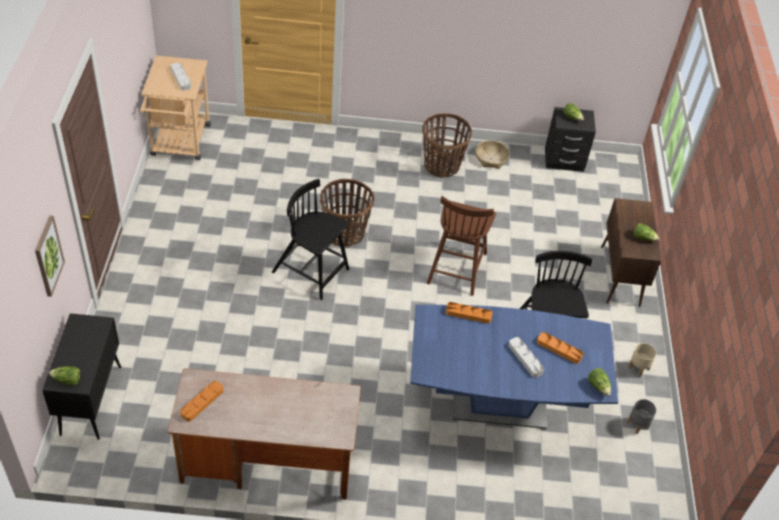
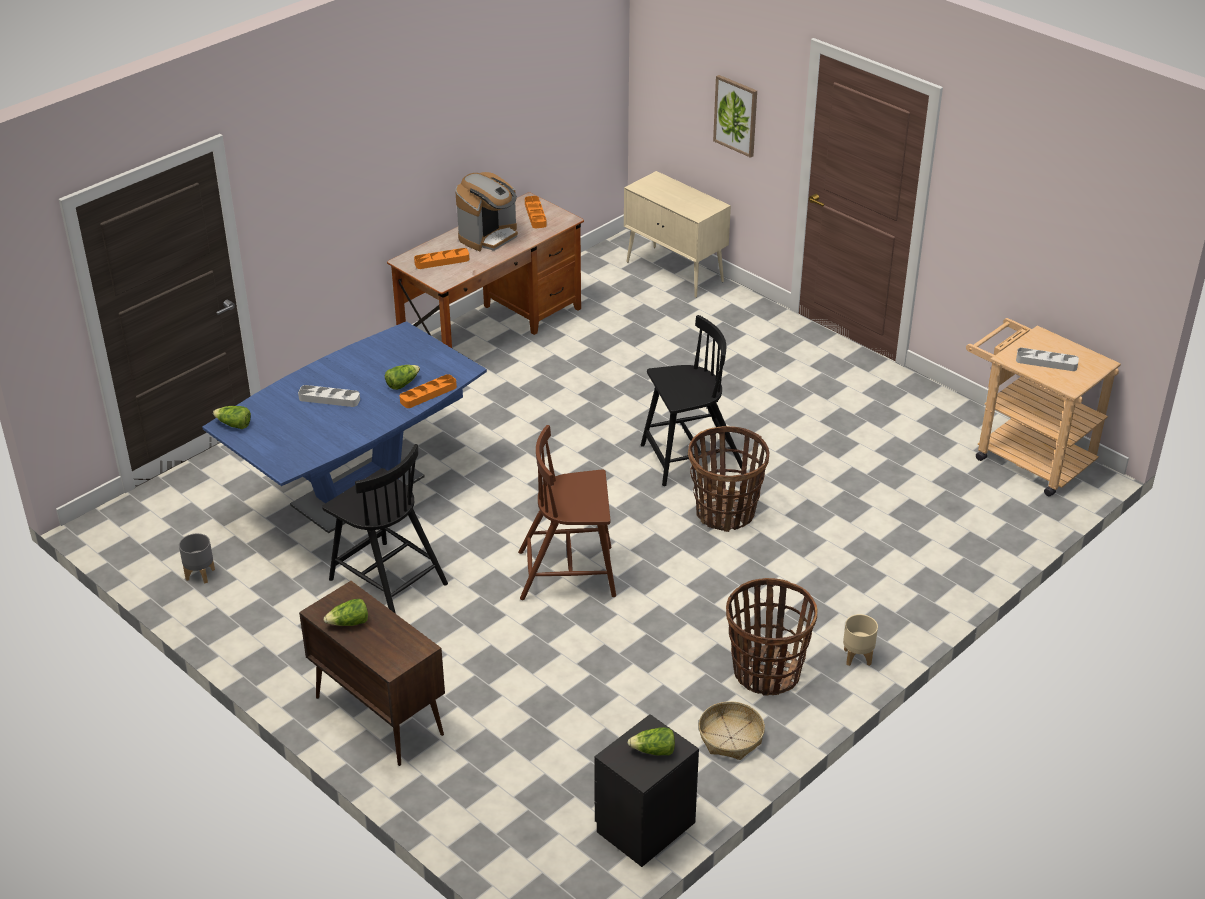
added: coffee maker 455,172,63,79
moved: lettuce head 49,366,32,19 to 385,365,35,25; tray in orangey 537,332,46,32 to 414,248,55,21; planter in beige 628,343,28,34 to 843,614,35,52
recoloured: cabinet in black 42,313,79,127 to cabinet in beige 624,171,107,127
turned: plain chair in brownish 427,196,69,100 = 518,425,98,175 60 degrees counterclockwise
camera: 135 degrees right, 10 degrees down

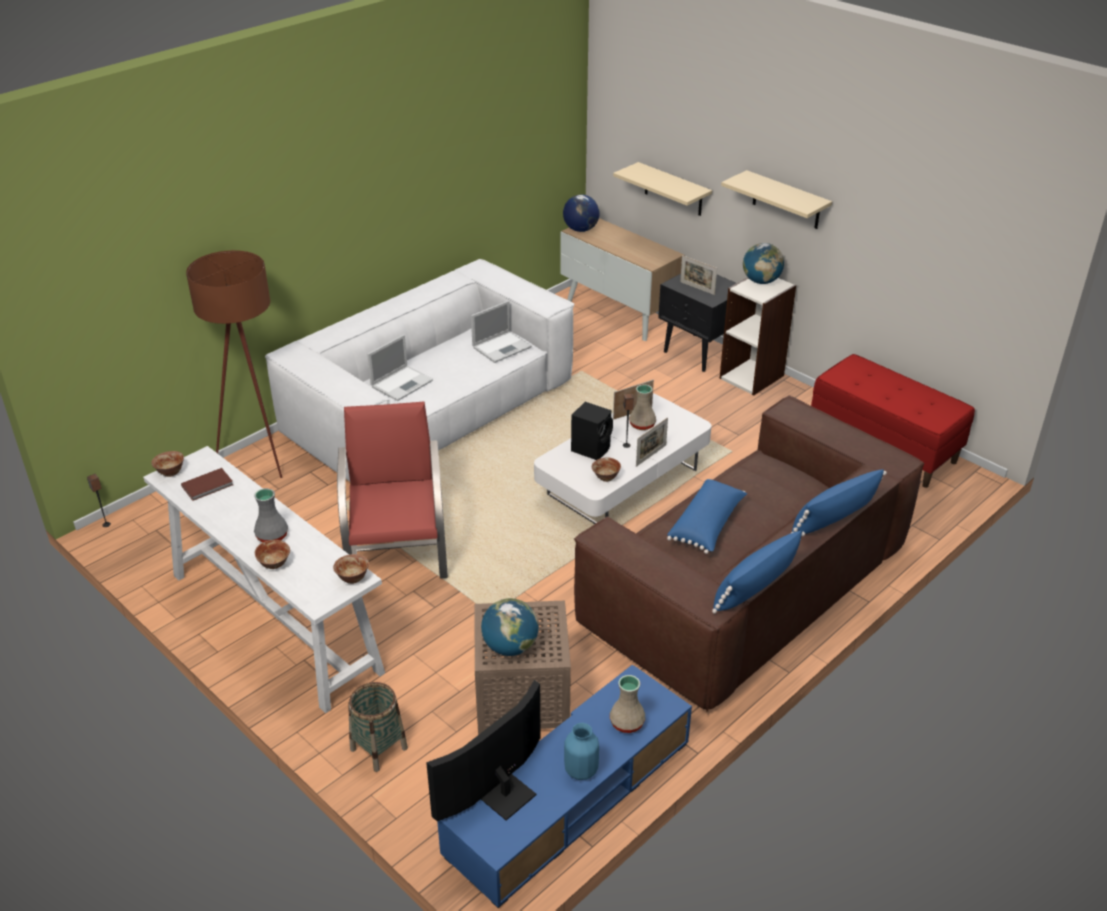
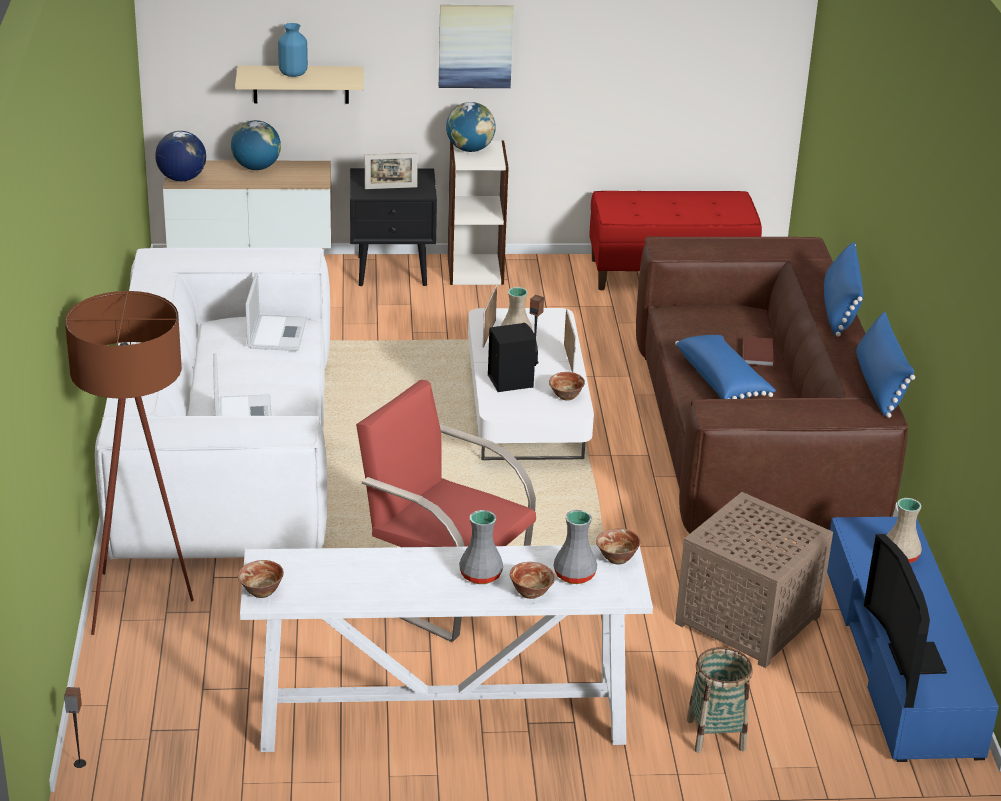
added: decorative vase in grey 554,510,43,74
moved: globe 481,598,57,58 to 231,120,50,50; decorative vase in blue-coloured 564,723,35,57 to 278,23,30,54; bound book in brownish 181,468,52,33 to 742,336,32,31
replaced: wall shelf in beige 721,170,111,59 to wall art 439,5,75,83
camera: 50 degrees left, 5 degrees down

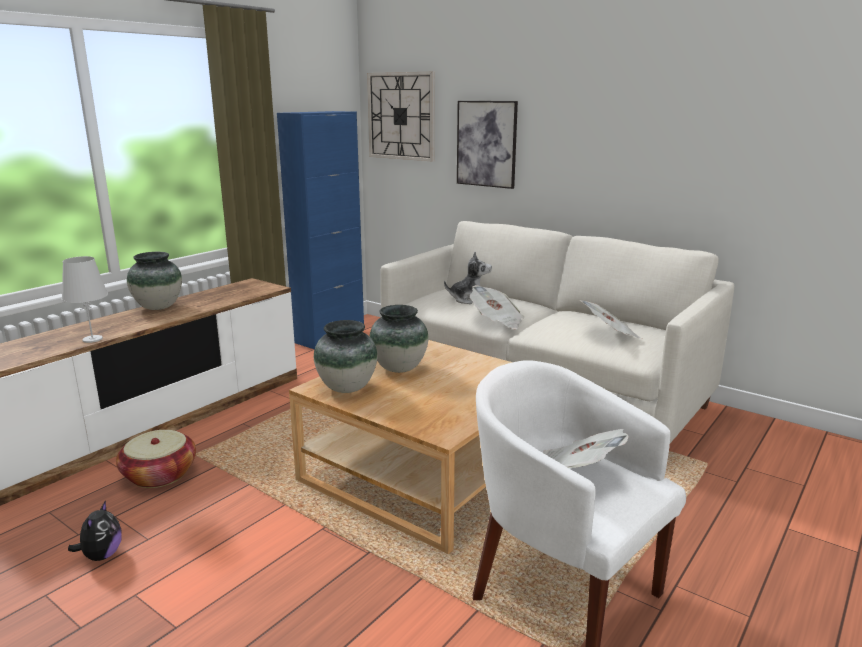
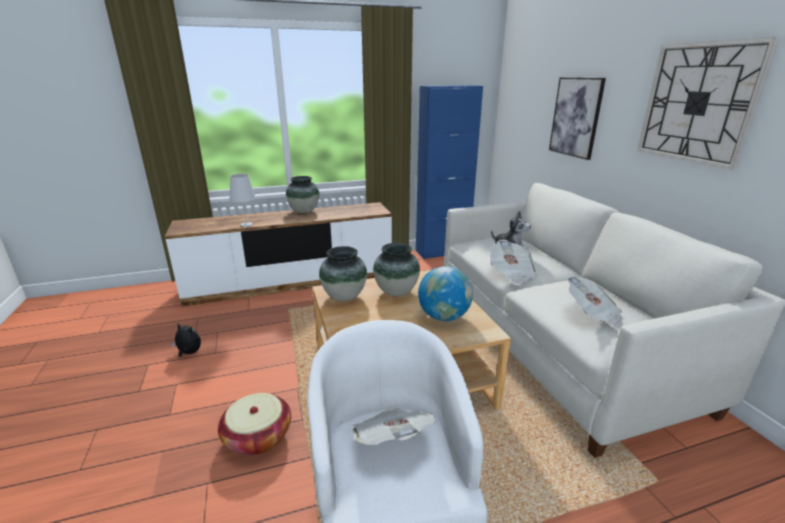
added: globe 418,266,55,55
moved: basket 116,430,80,58 to 218,393,73,63; clock on the wall 367,72,68,89 to 637,37,143,133
turned: plush toy 68,500,54,61 = 171,323,30,34 105 degrees counterclockwise
camera: 35 degrees right, 5 degrees up

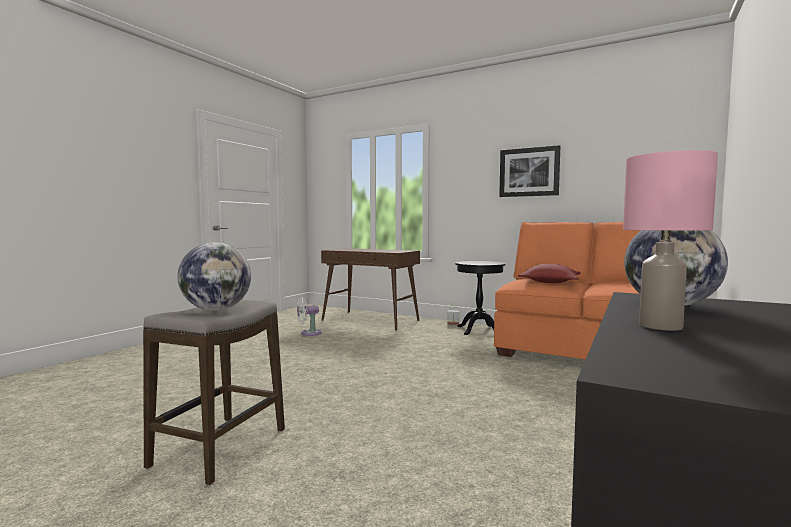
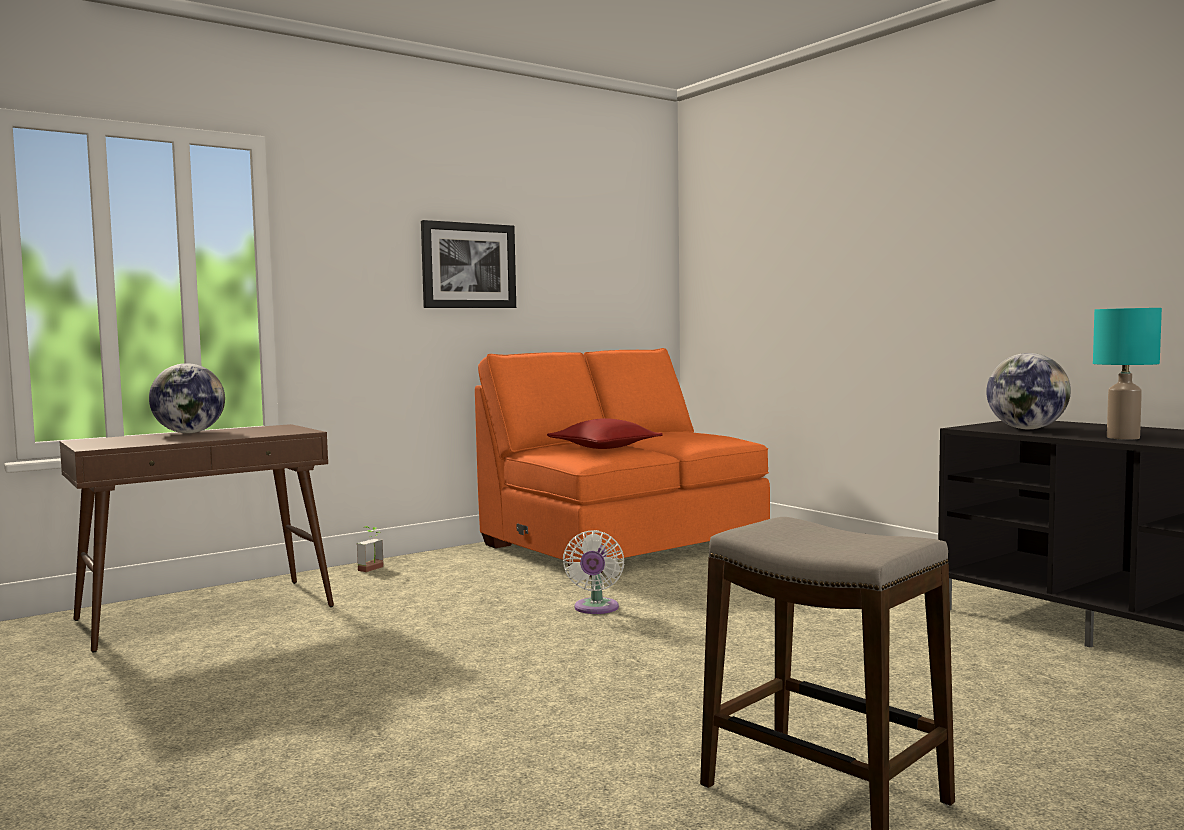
removed: side table in black 455,261,51,74
moved: globe 178,242,73,69 to 149,363,76,70; cooling fan in white-coloured 297,297,24,39 to 563,530,61,84
recoloured: table lamp in pink 623,150,95,181 to table lamp in turquoise 1093,308,69,132
camera: 65 degrees left, 0 degrees up

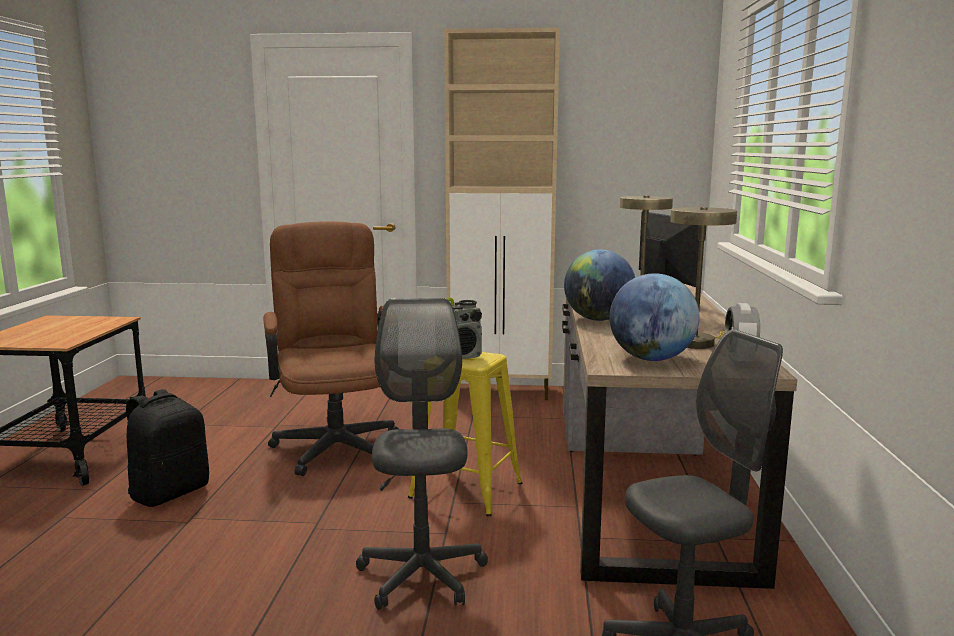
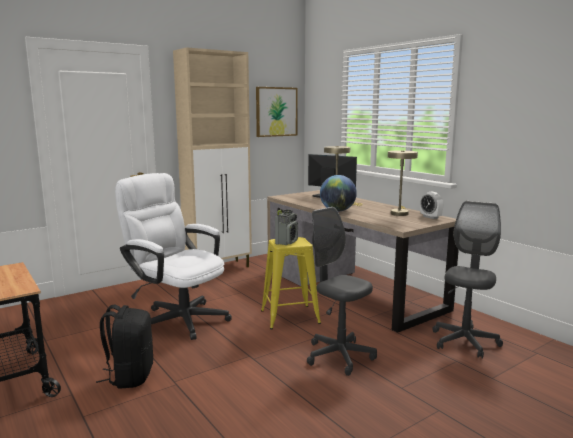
removed: globe 610,273,90,88
added: wall art 256,87,42,50
recoloured: computer chair in brownish 263,221,136,255 to computer chair in white-coloured 115,173,117,167
camera: 40 degrees left, 0 degrees up

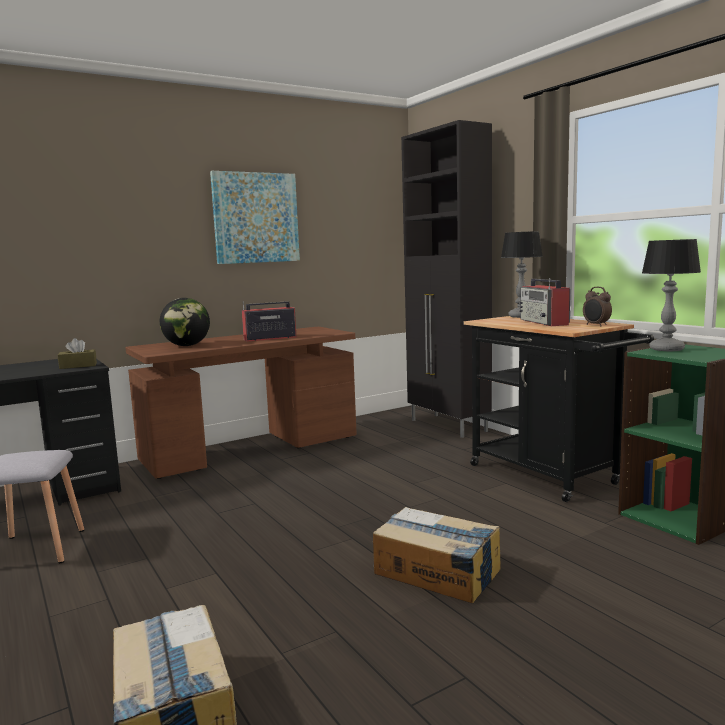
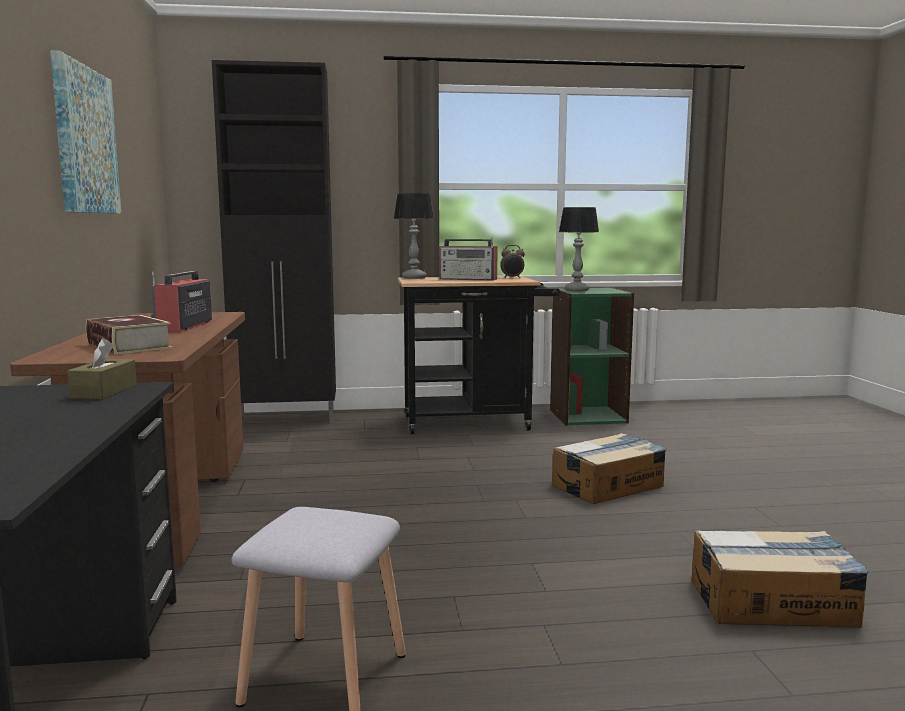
replaced: globe 160,298,50,48 to bound book 86,315,87,40
camera: 65 degrees left, 0 degrees up

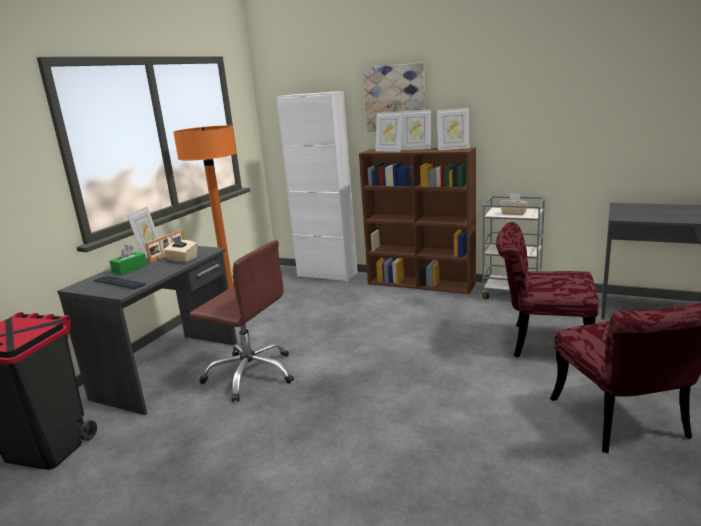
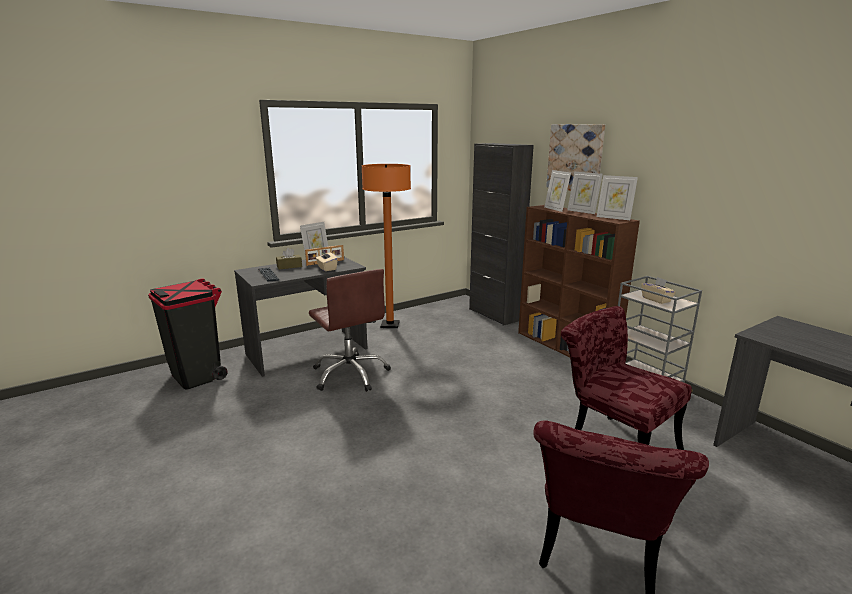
recoloured: tissue holder in greenish 109,245,38,30 to tissue holder in brownish 276,248,26,21; cabinet in white-coloured 276,91,82,191 to cabinet in black 469,143,65,183
camera: 30 degrees right, 0 degrees up

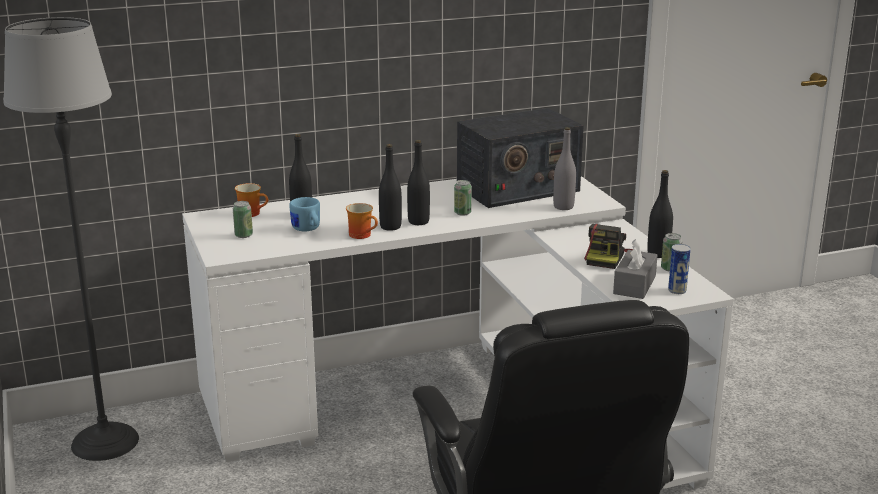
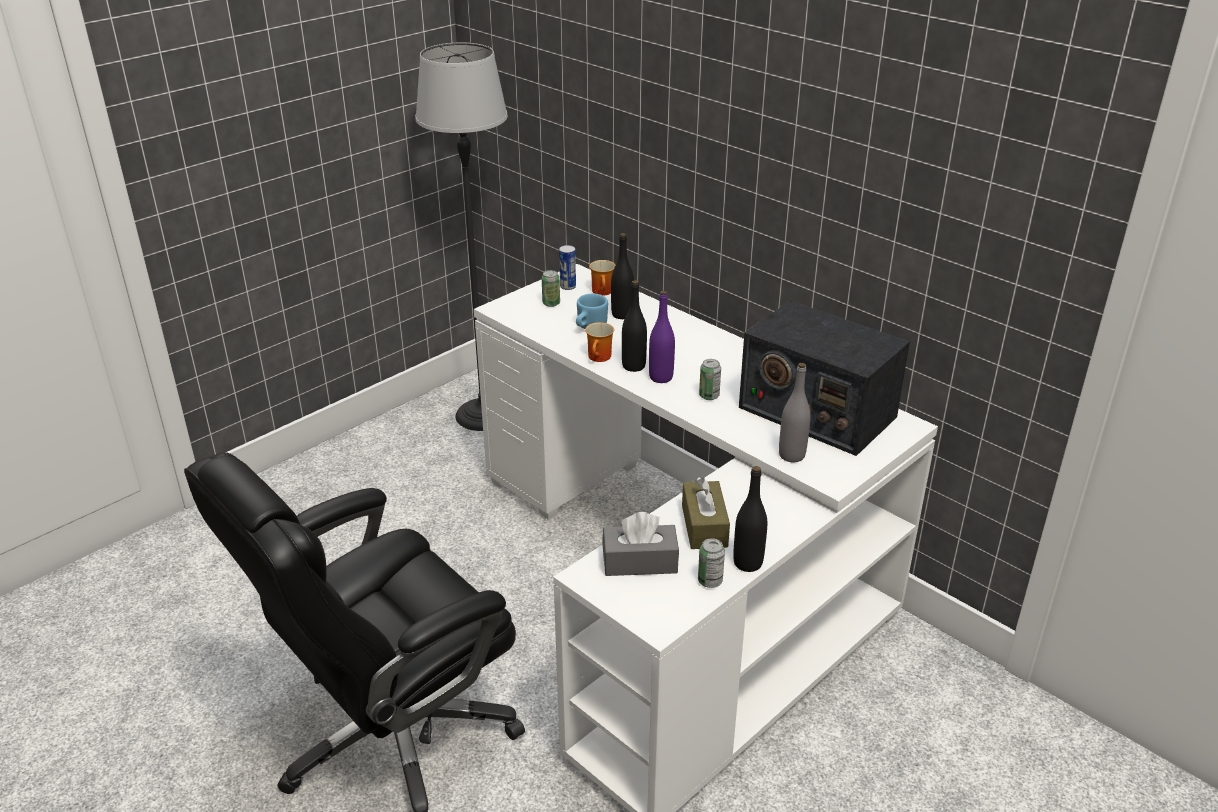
moved: sealed can 668,244,23,50 to 559,245,17,45
replaced: still camera 584,224,49,45 to tissue holder in brownish 682,477,48,72
recoloured: bottle in black 407,140,23,85 to bottle in purple-coloured 649,291,26,92
camera: 65 degrees right, 10 degrees up

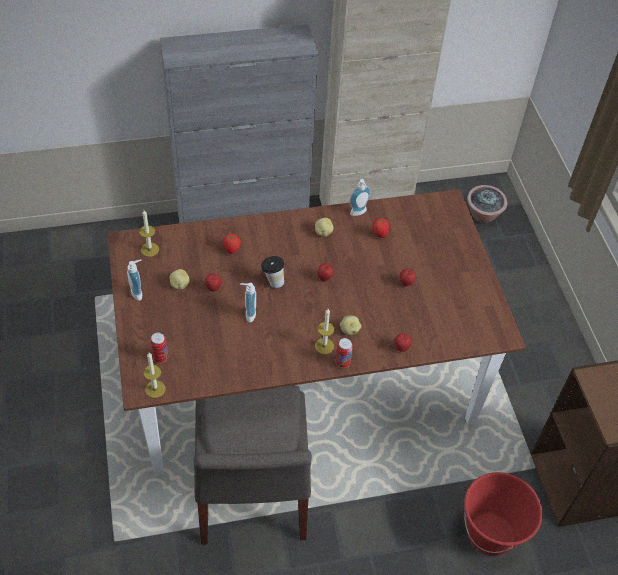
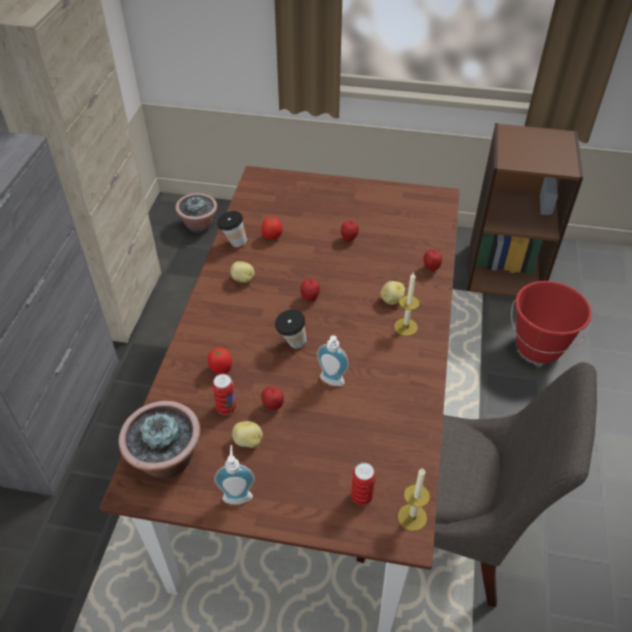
moved: sealed can 336,338,17,30 to 213,374,23,41
replaced: wax light 139,210,20,47 to potted plant 119,401,82,77; soap bottle 350,179,21,37 to small cup 217,211,30,36
camera: 65 degrees left, 5 degrees down

